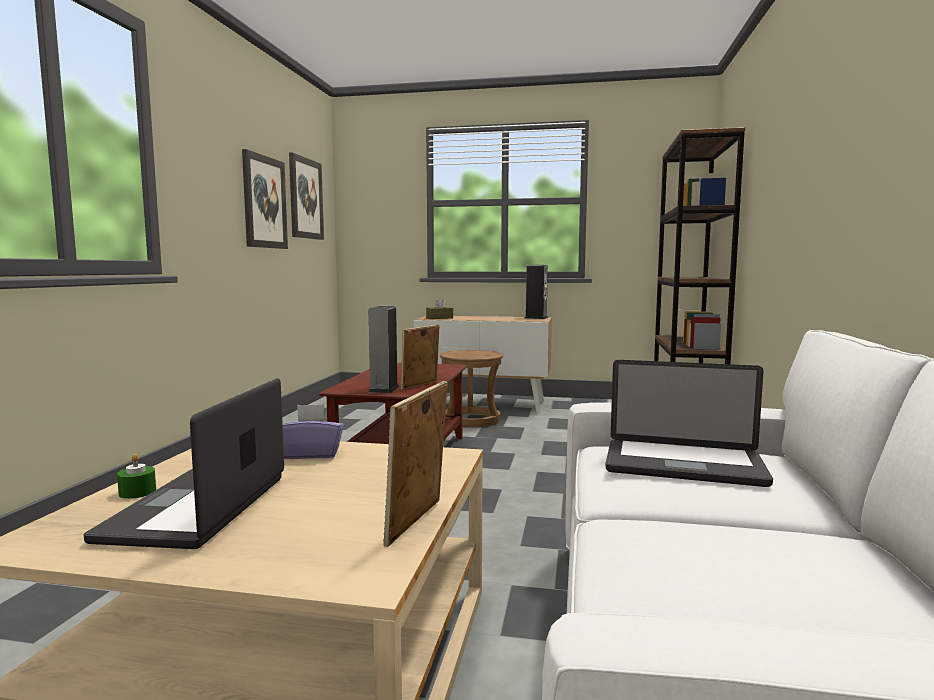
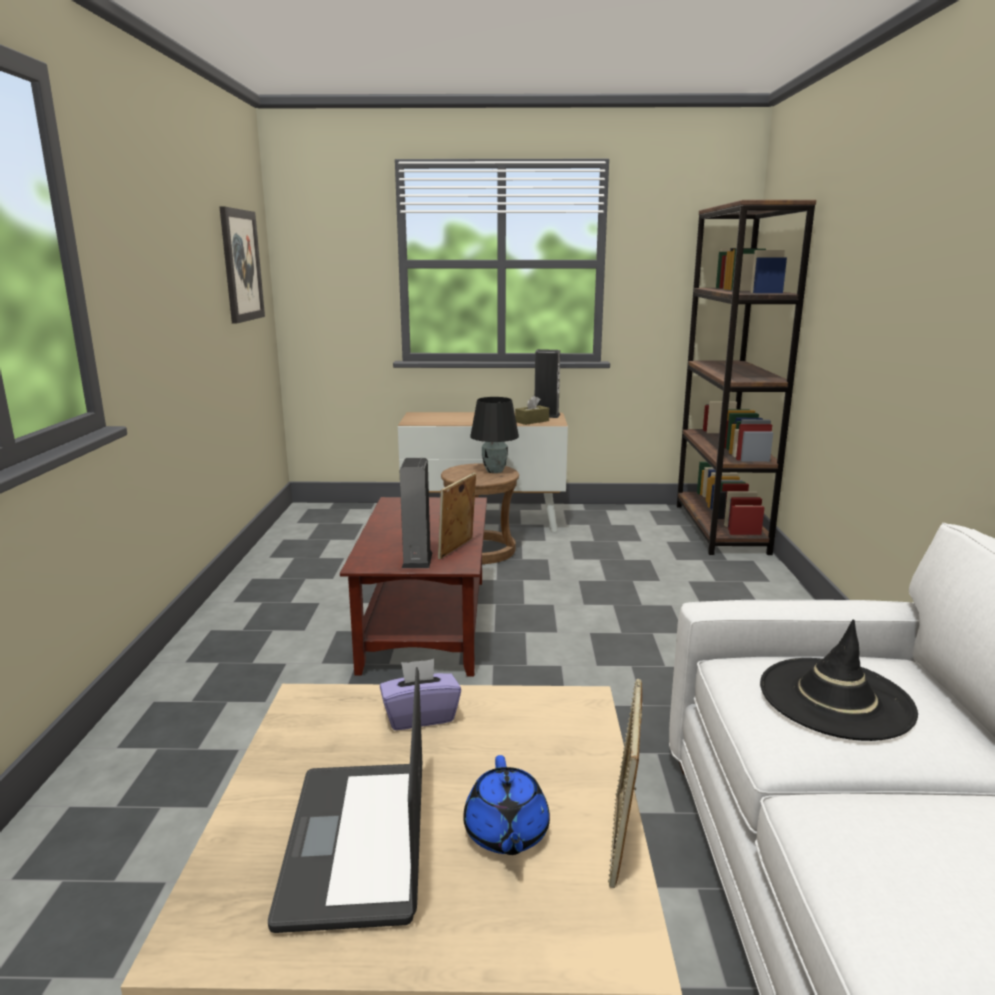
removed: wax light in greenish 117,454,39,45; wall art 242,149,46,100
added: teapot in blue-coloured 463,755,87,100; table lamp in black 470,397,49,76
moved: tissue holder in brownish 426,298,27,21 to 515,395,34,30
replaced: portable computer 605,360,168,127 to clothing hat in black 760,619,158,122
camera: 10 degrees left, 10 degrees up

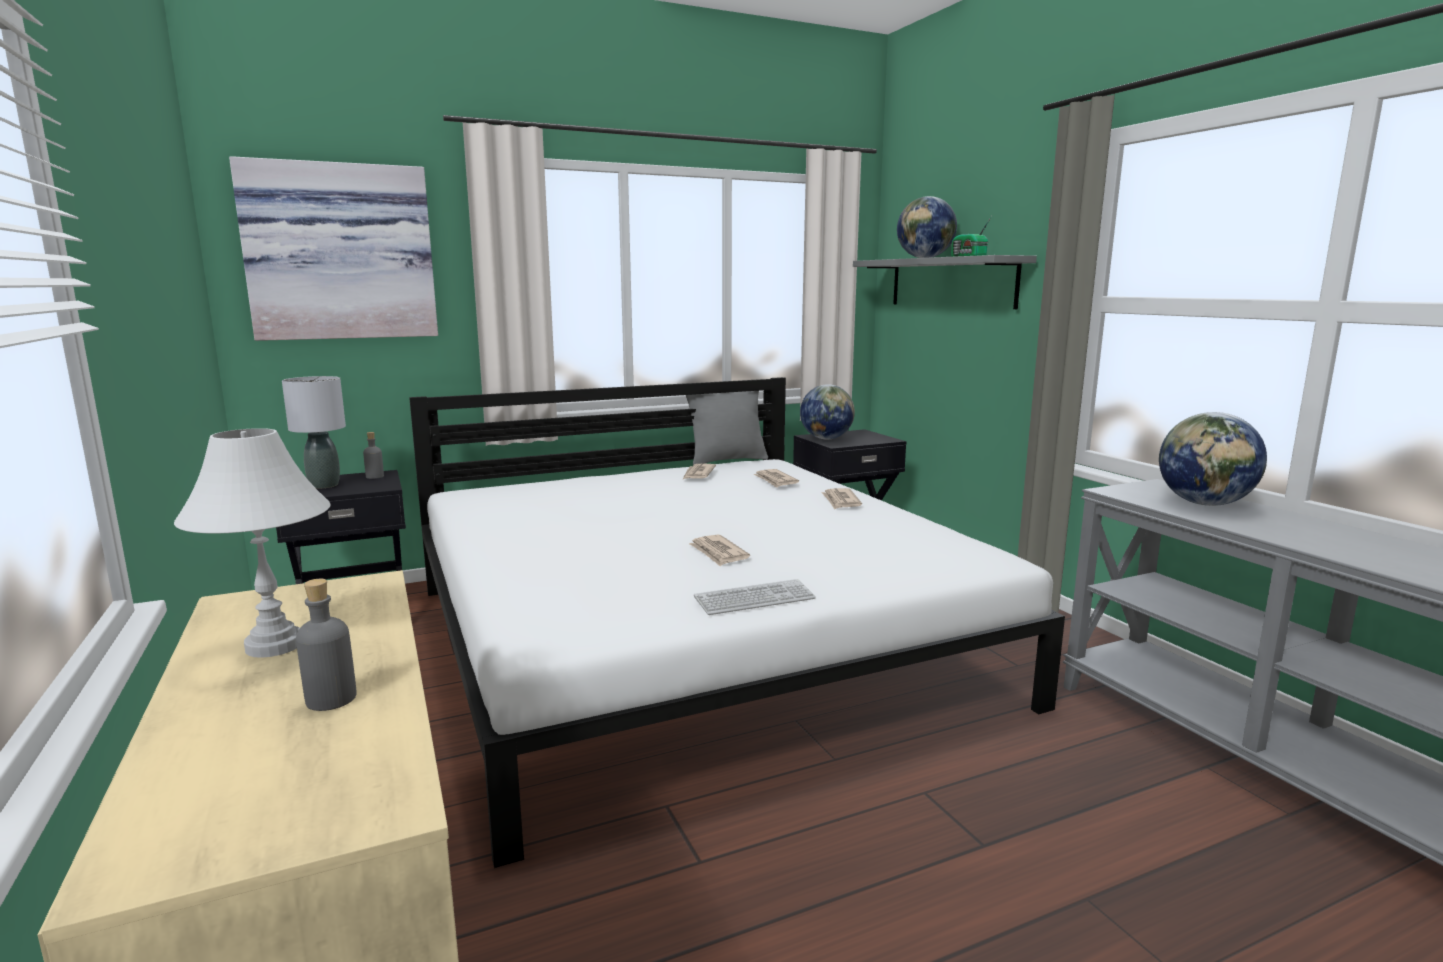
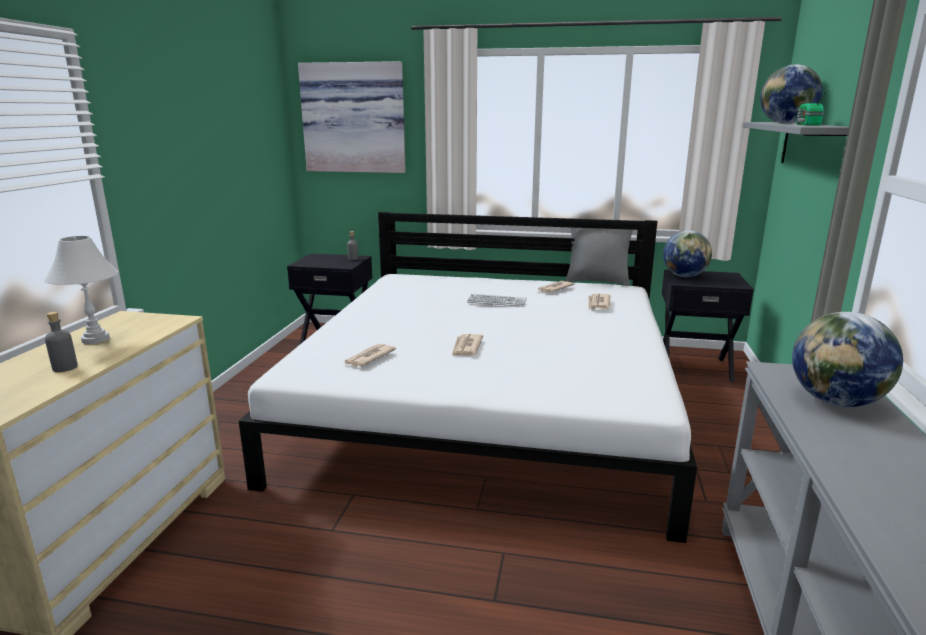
removed: table lamp in grey 282,376,64,113
moved: daily paper 821,488,41,21 to 344,344,52,23; PC keyboard 694,579,122,36 to 467,294,60,13
camera: 35 degrees right, 5 degrees up

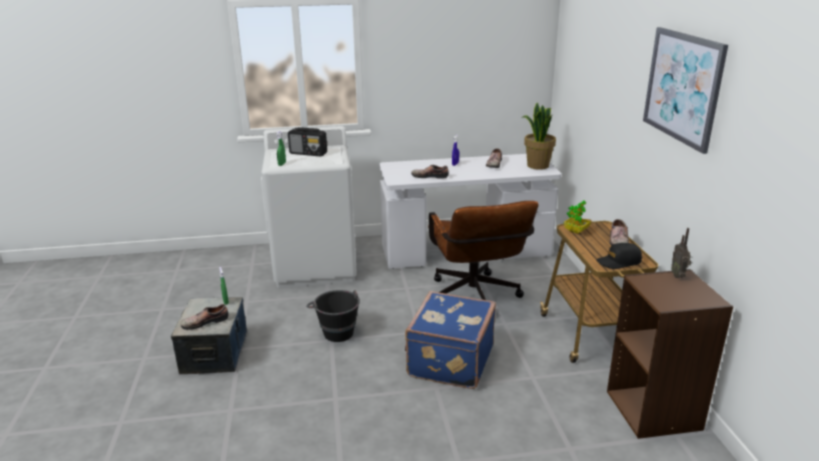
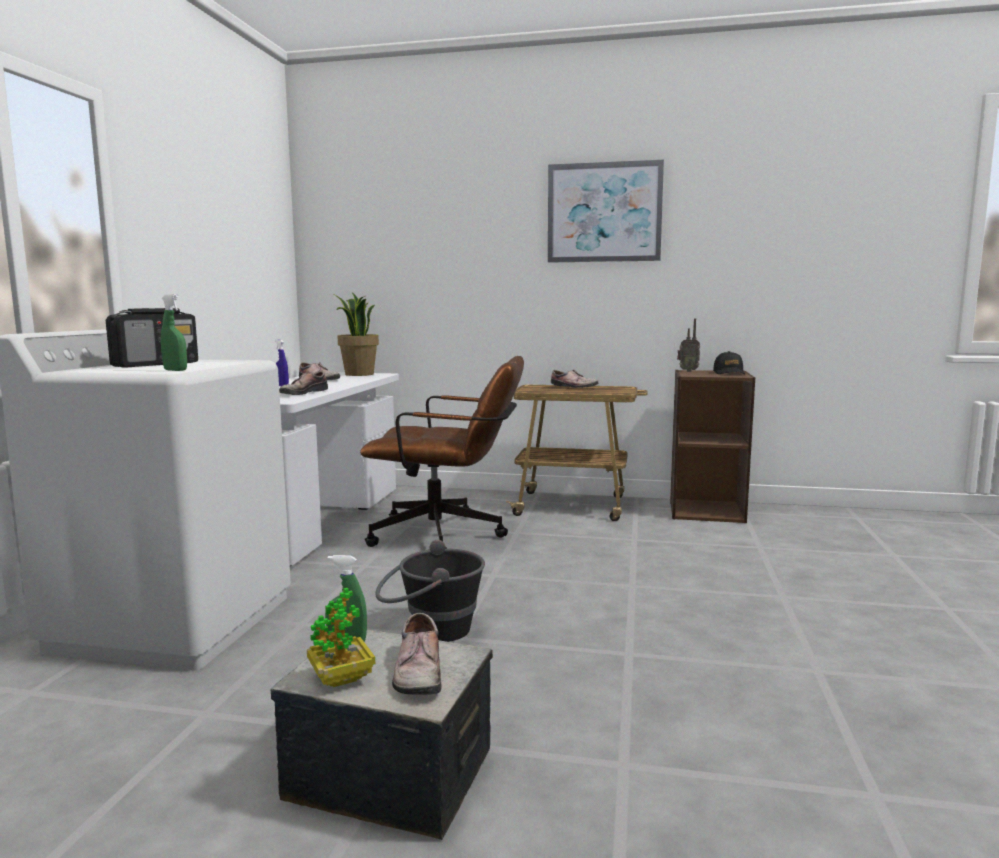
removed: travel case in blue-coloured 405,291,91,98
moved: potted plant 564,200,27,34 to 307,588,68,99; baseball cap in black 596,243,46,26 to 713,351,32,23
camera: 70 degrees left, 15 degrees down

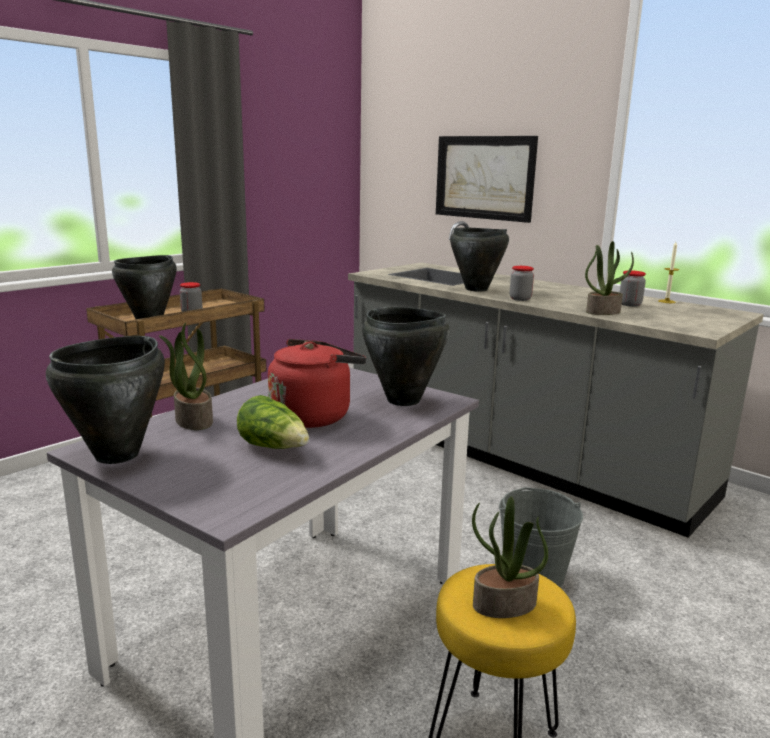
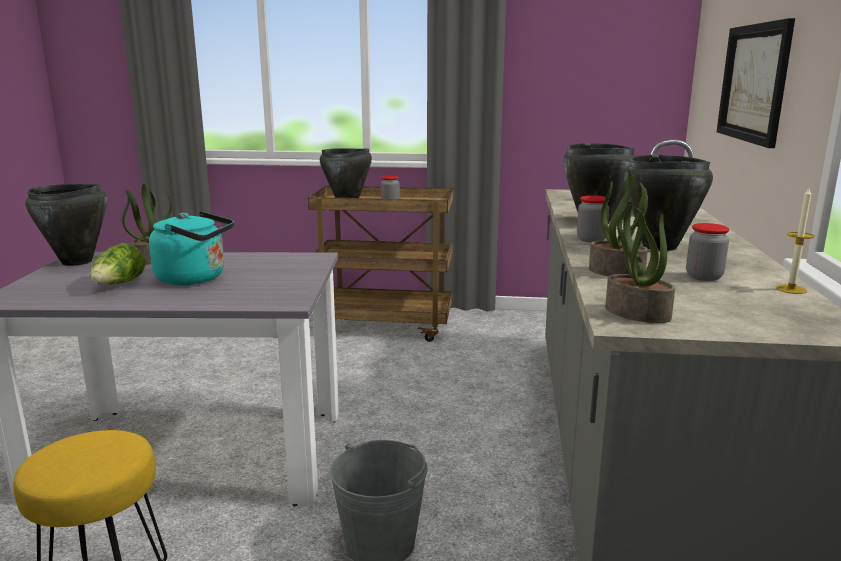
moved: potted plant 472,496,76,122 to 605,191,70,132; saucepot in black 362,307,88,99 to 624,154,89,97
recoloured: water kettle in red-coloured 268,339,99,89 to water kettle in turquoise 149,211,85,74
camera: 55 degrees right, 0 degrees up

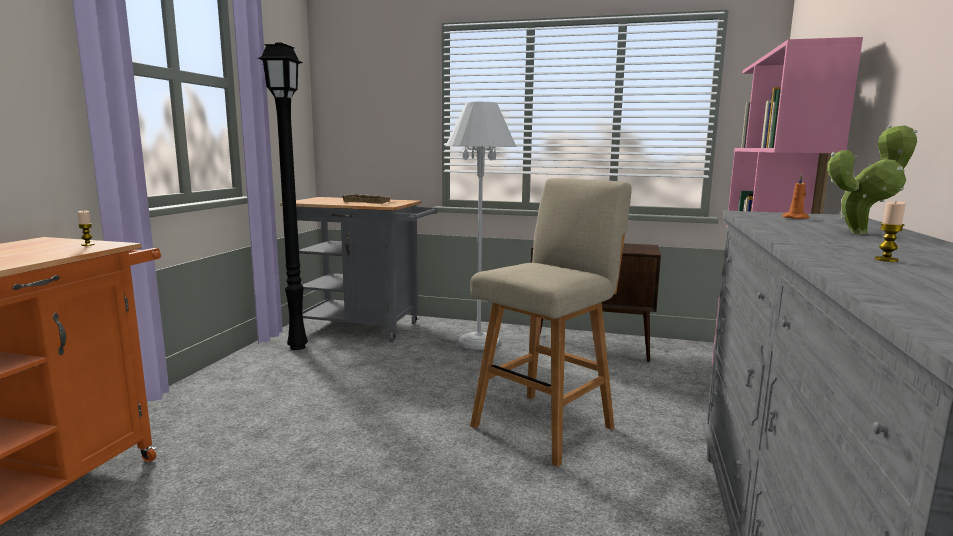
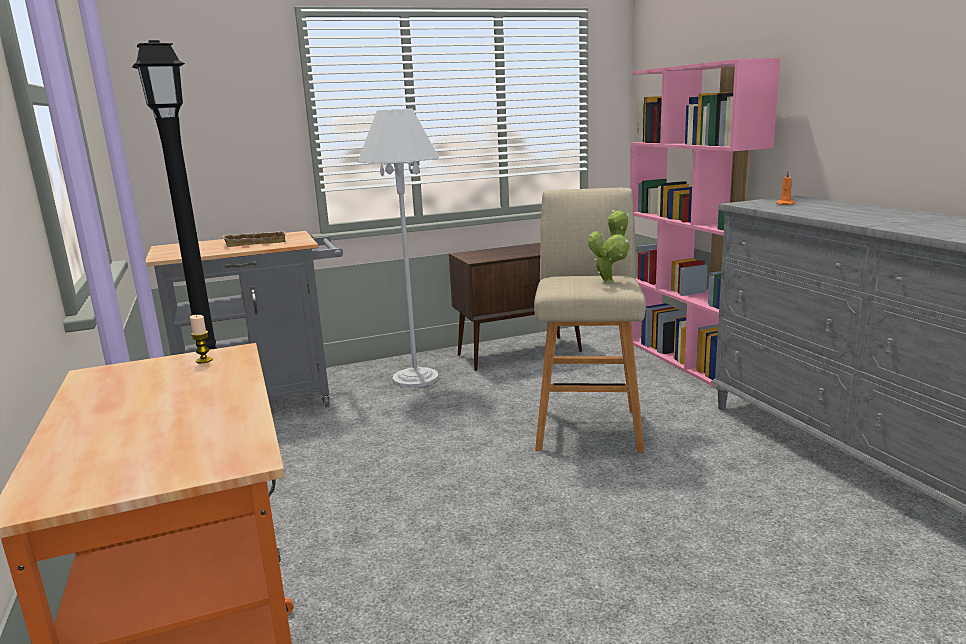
removed: wax light 875,201,31,61
moved: potted plant 827,124,90,110 to 588,210,42,73
camera: 35 degrees left, 5 degrees up

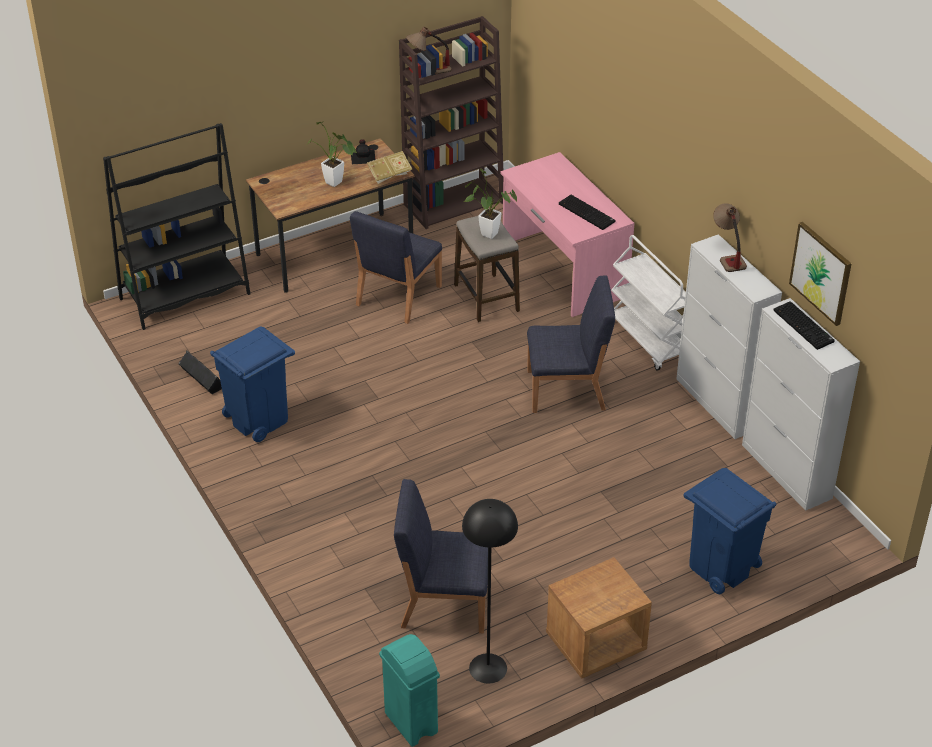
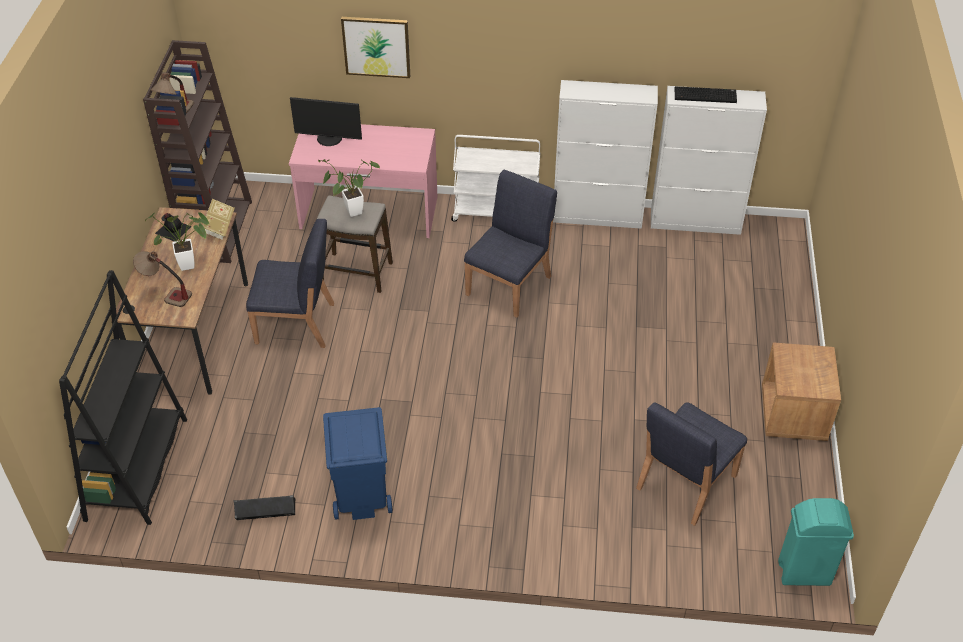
removed: standing lamp in black 462,499,56,185; PC keyboard 559,195,56,35; trash can in blue-coloured 684,468,93,126
added: monitor 290,97,72,49
moved: table lamp 713,203,34,69 to 133,251,59,56; wall art 789,222,63,104 to 341,17,69,61
turned: plain chair in blue-coloured 350,211,92,113 = 246,219,88,129 60 degrees counterclockwise
camera: 55 degrees left, 5 degrees up

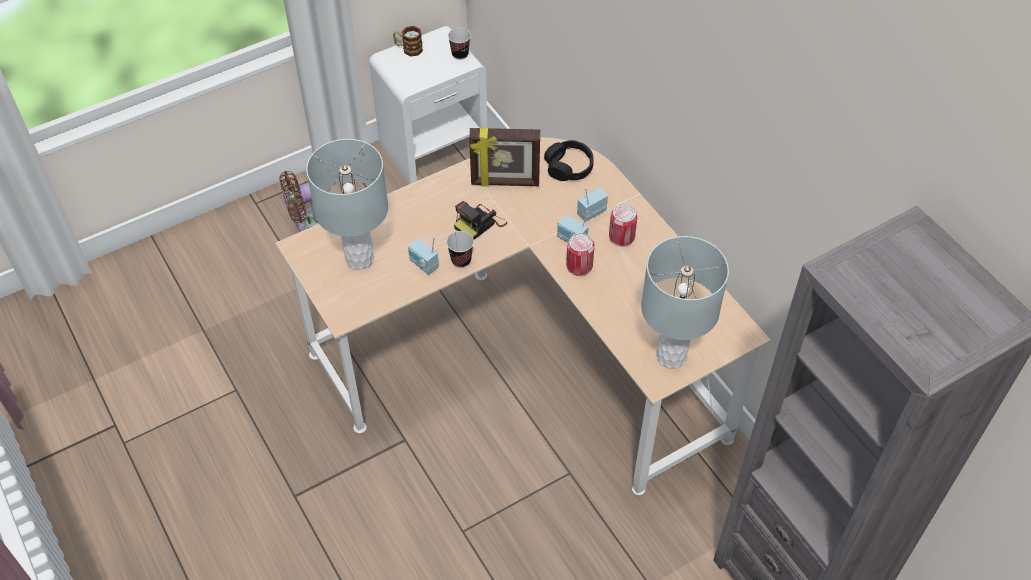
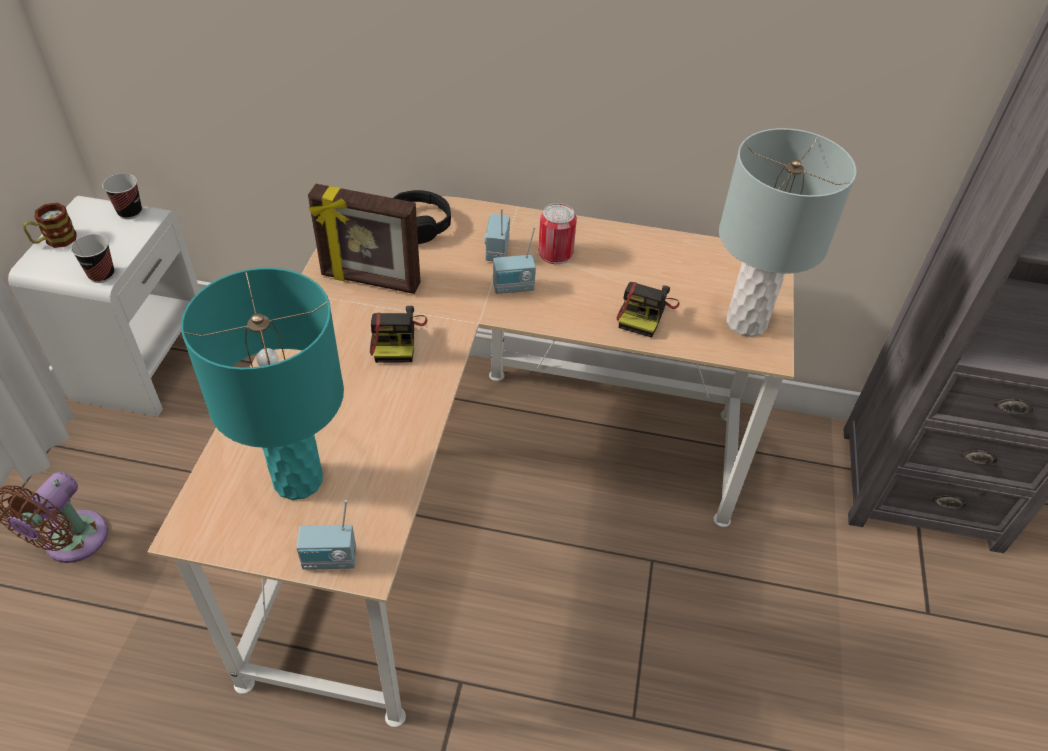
removed: sealed can 566,233,29,43
added: still camera 617,282,62,56
moved: small cup 446,231,28,37 to 71,234,43,49; radio 408,237,31,38 to 296,500,60,70
recoloured: table lamp in grey 306,139,82,131 to table lamp in turquoise 181,268,163,232
turned: standing frame 469,128,71,58 = 308,184,113,110 60 degrees clockwise
camera: 50 degrees left, 5 degrees down

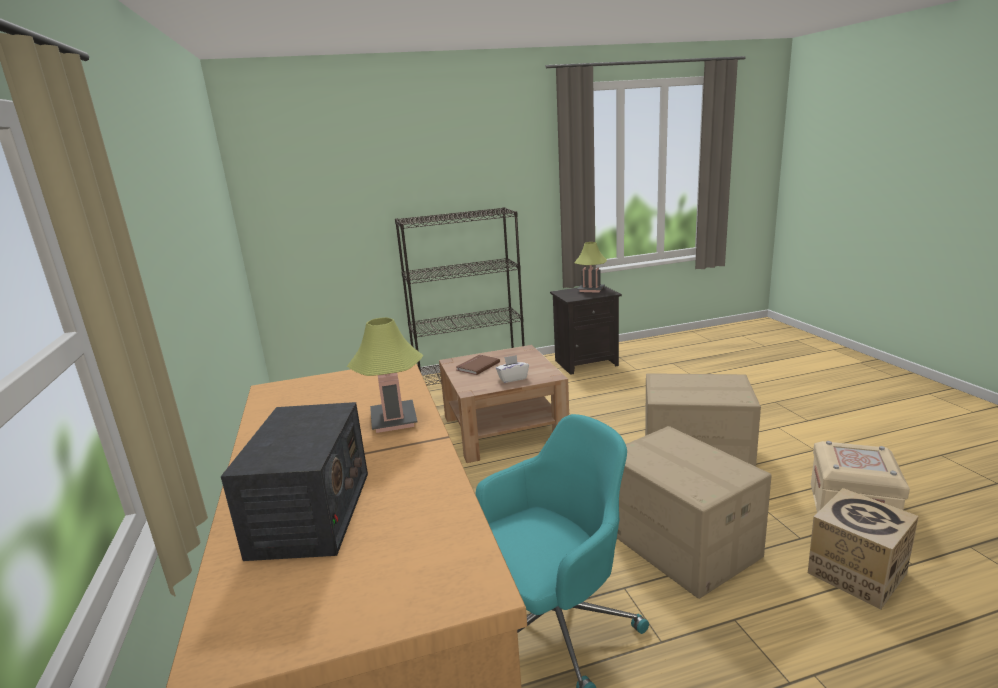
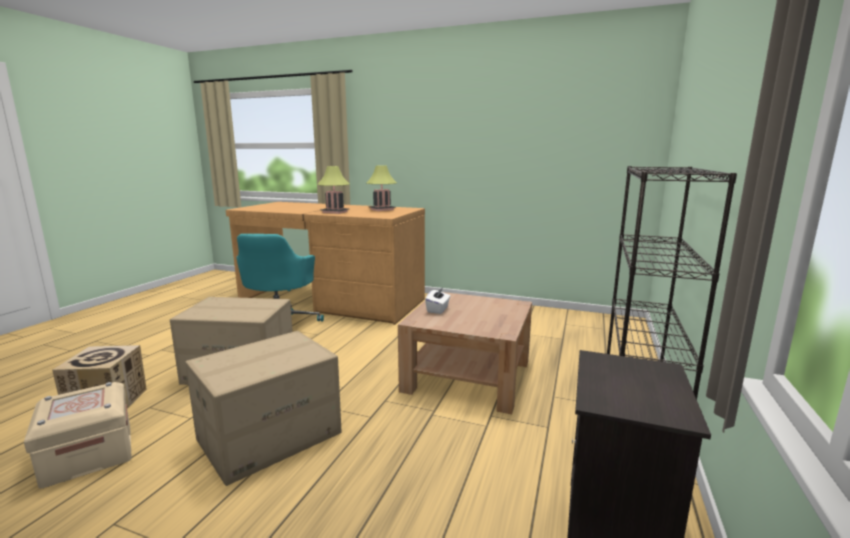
removed: radio 221,402,147,159; bound book in brownish 456,355,44,20
moved: table lamp 574,242,33,51 to 367,166,30,45
camera: 125 degrees right, 5 degrees down

